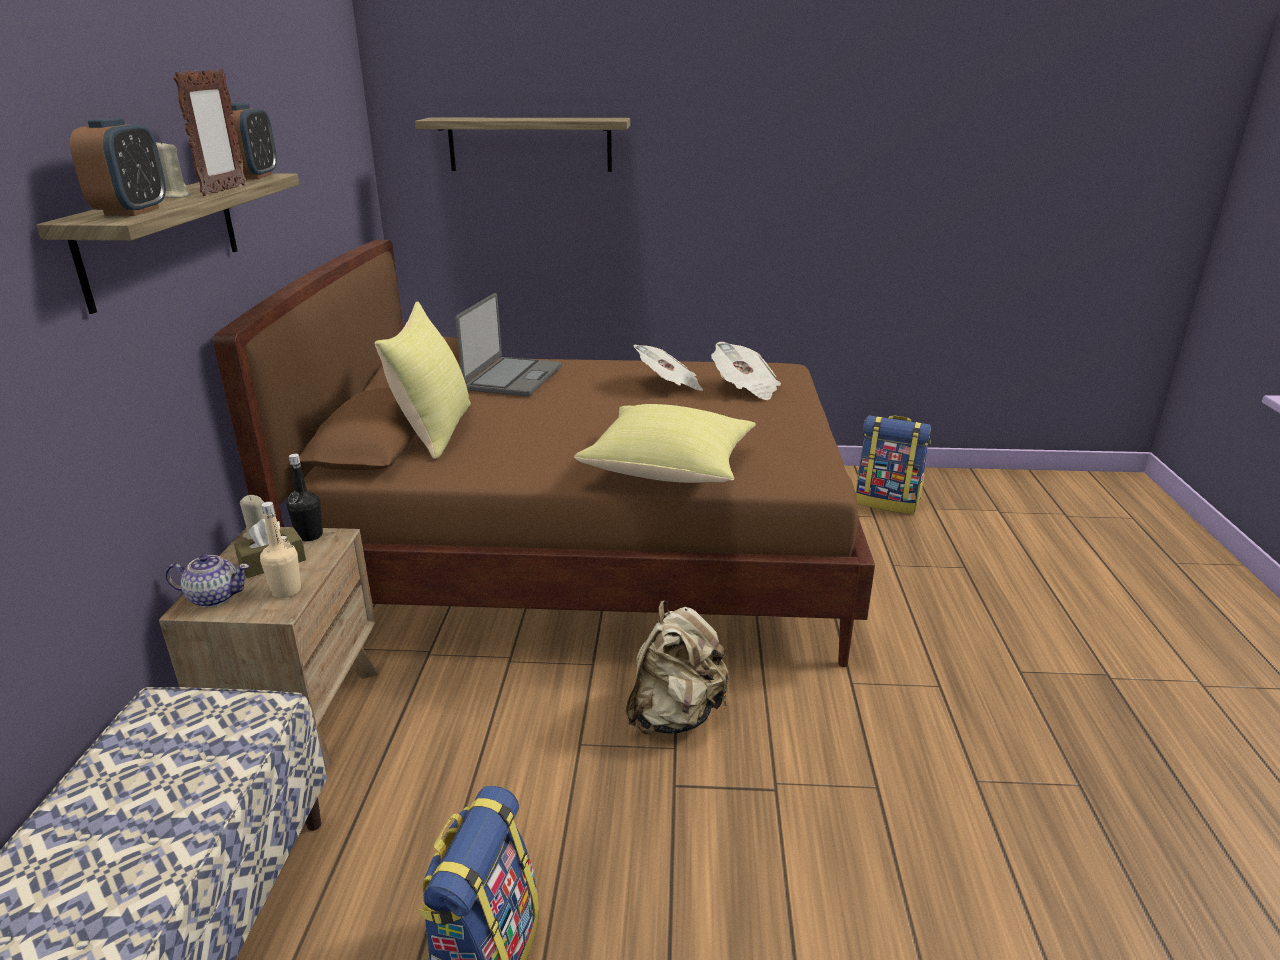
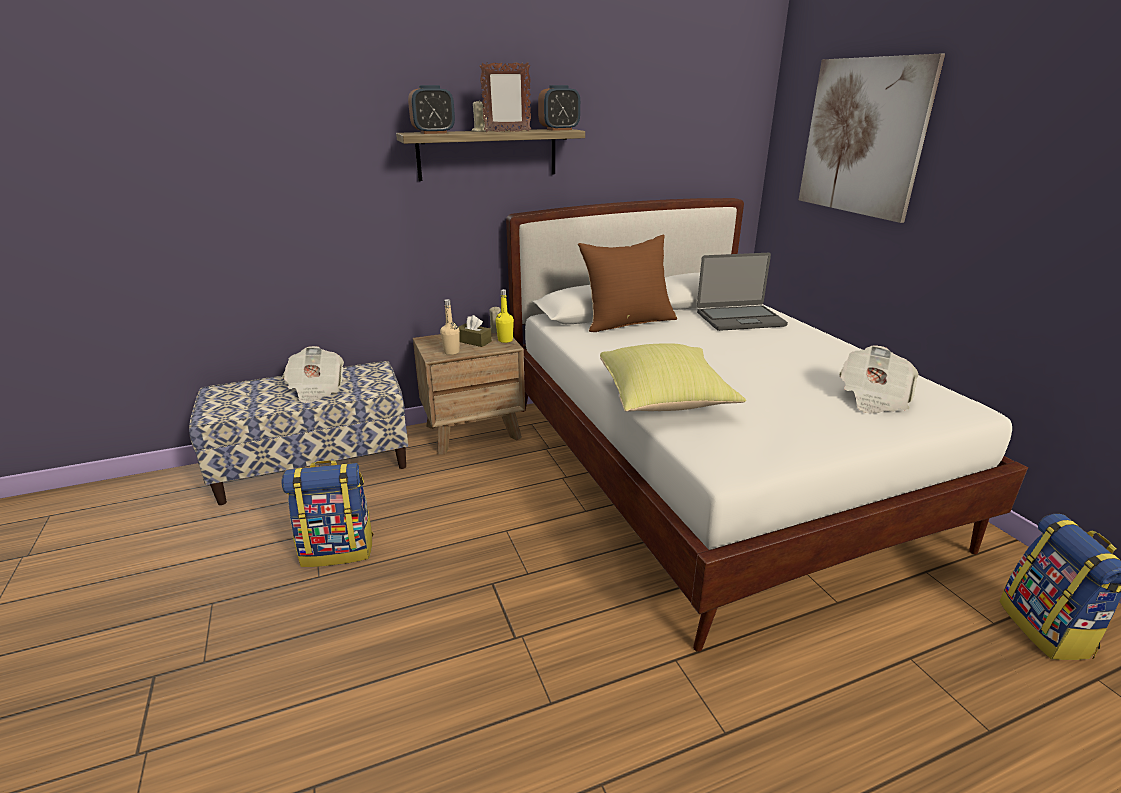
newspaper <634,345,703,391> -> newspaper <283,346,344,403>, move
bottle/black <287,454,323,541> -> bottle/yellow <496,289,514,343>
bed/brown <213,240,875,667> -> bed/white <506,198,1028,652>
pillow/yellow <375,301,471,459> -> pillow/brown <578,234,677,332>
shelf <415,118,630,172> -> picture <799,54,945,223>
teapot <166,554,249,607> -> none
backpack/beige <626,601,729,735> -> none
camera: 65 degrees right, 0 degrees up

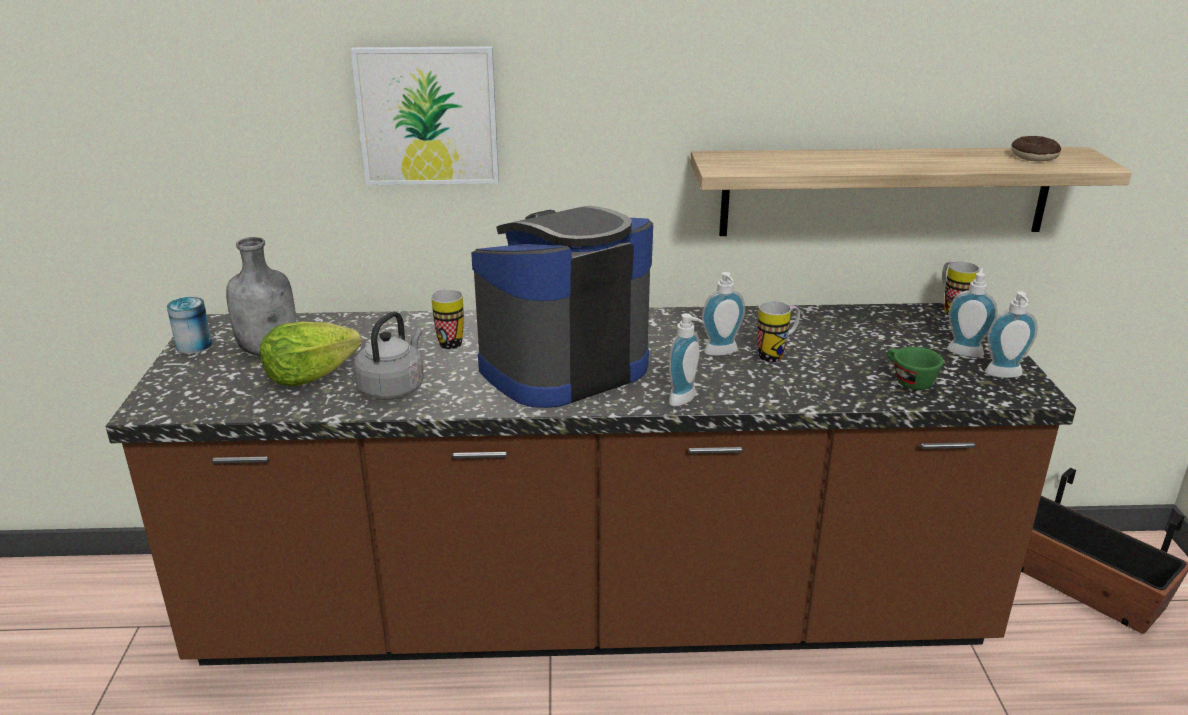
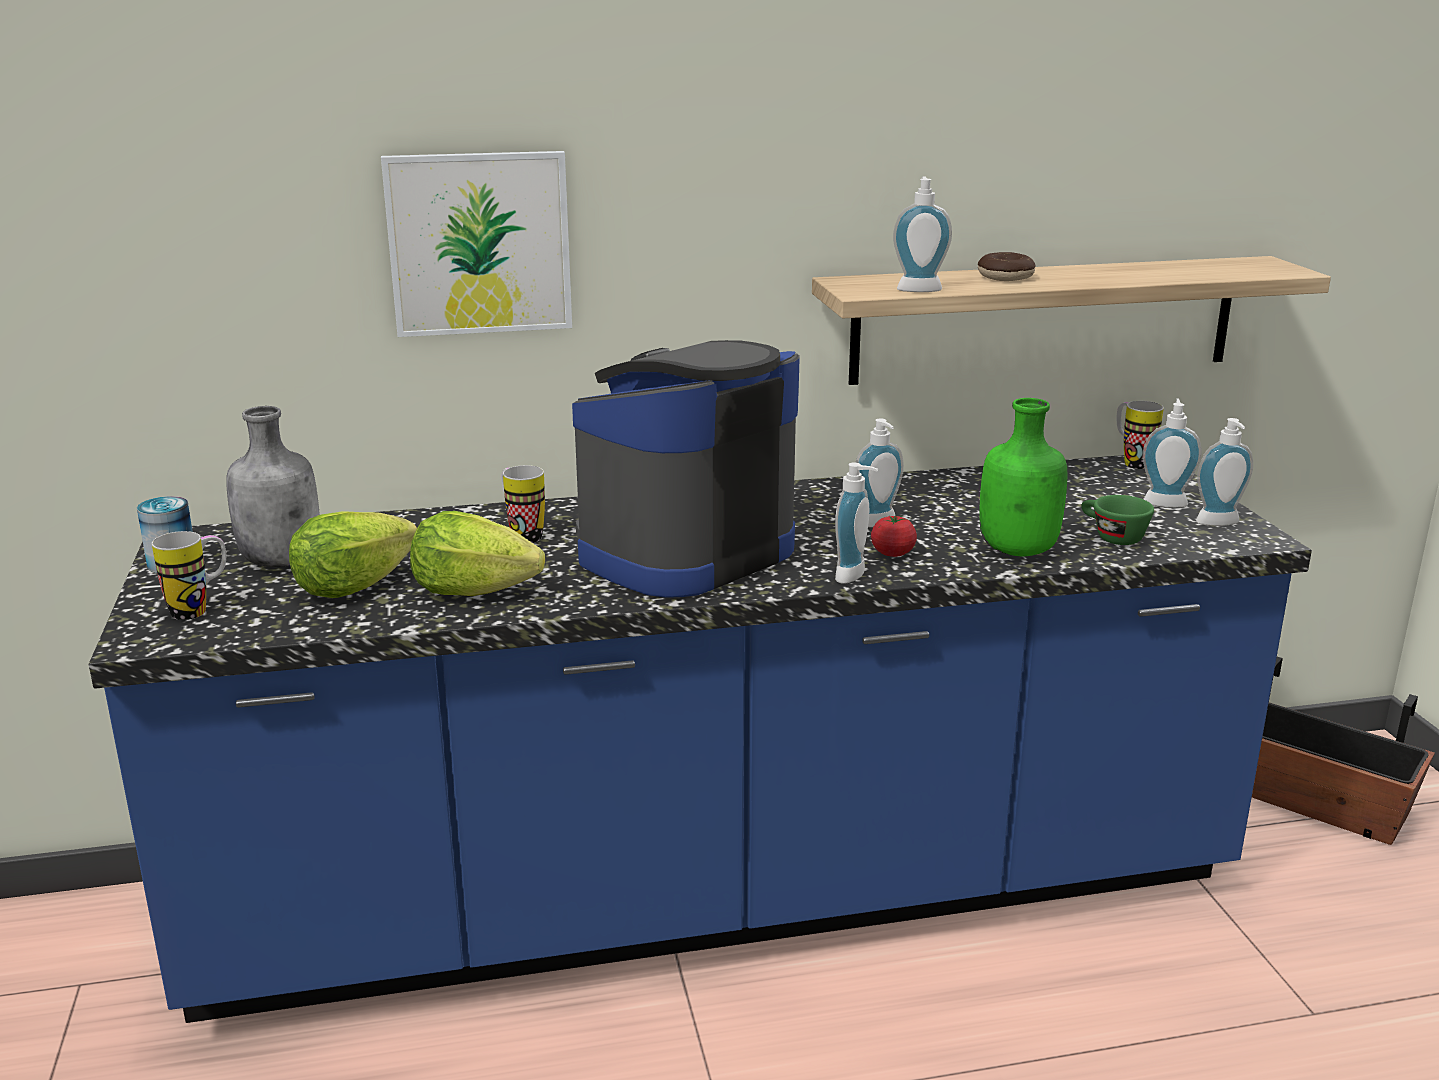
counter/brown <106,303,1076,665> -> counter/blue <89,455,1312,1023>
mug <757,301,800,362> -> mug <152,531,226,620>, move
kettle/grey <354,311,424,400> -> lettuce <410,511,545,596>
none -> tomato <871,515,917,557>
none -> soap dispenser <893,176,952,292>
donut <1011,136,1061,161> -> donut <978,252,1036,281>, move
none -> bottle/green <979,398,1067,556>
camera: 10 degrees left, 5 degrees down

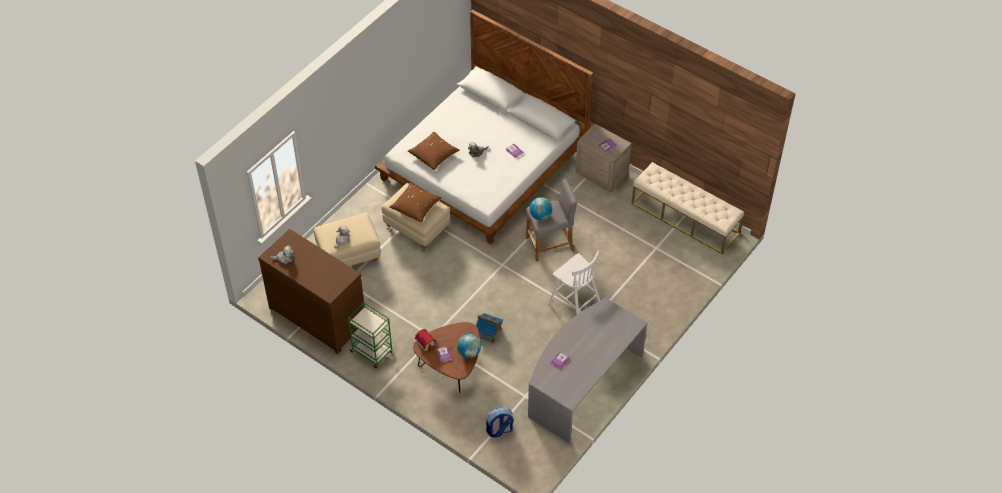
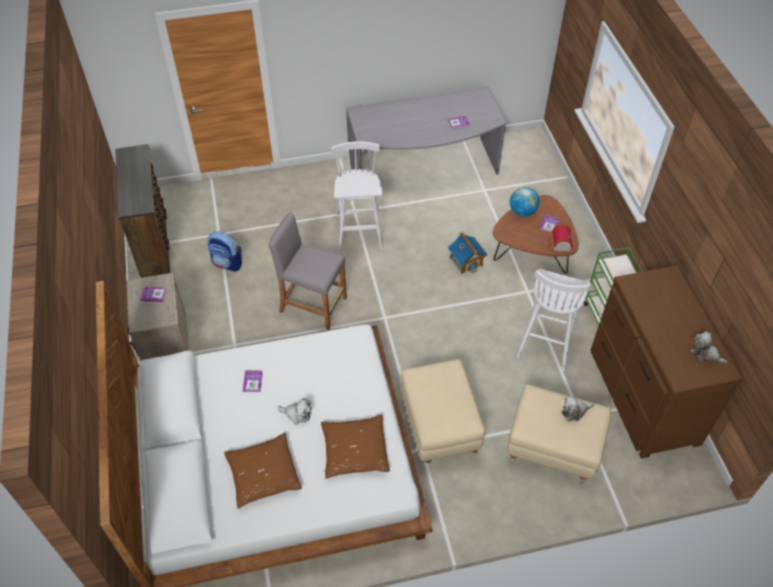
bench/beige <631,162,744,254> -> dresser/brown <115,144,170,278>
backpack <486,407,513,438> -> backpack <207,232,242,272>, move
pillow/brown <389,183,442,222> -> pillow/brown <224,433,302,508>, move
none -> stool/white <516,269,591,371>
globe <530,197,552,220> -> none
camera: 140 degrees left, 0 degrees up

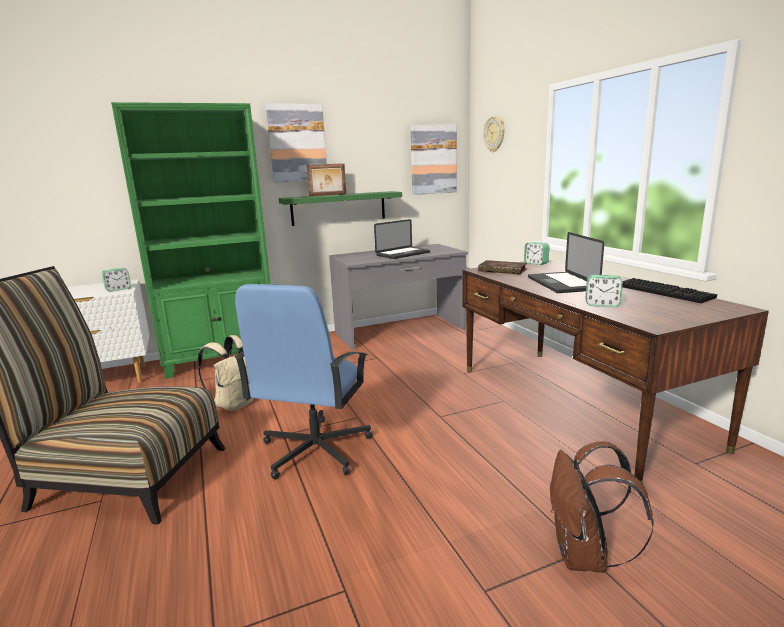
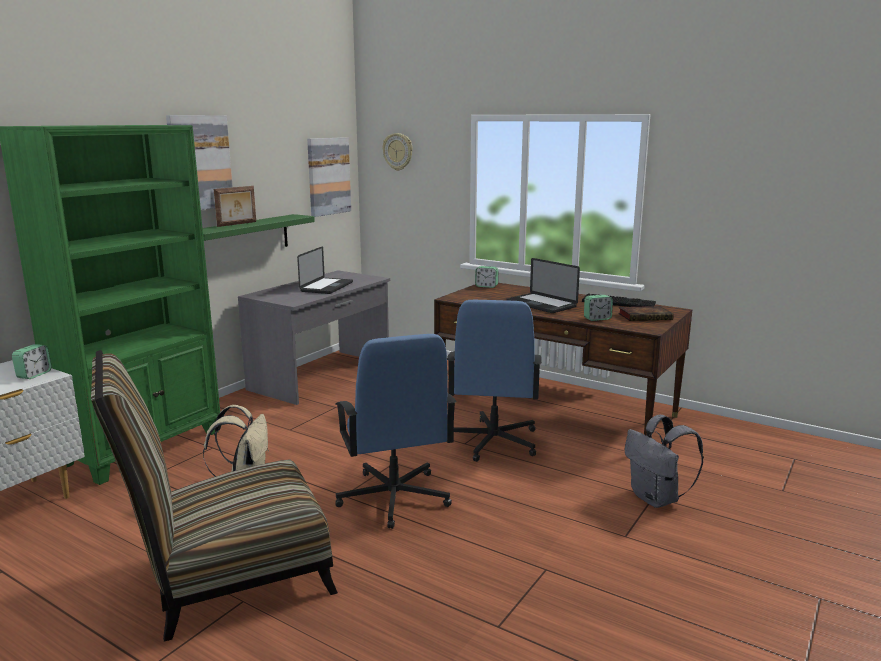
none -> office chair/blue <447,300,542,462>
book <478,260,527,274> -> book <618,306,674,321>, move
backpack/brown <550,441,654,573> -> backpack/grey <625,415,704,508>
camera: 35 degrees left, 0 degrees up

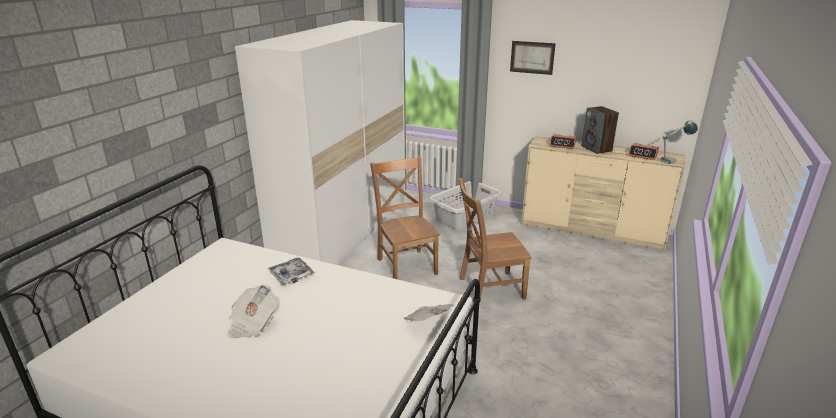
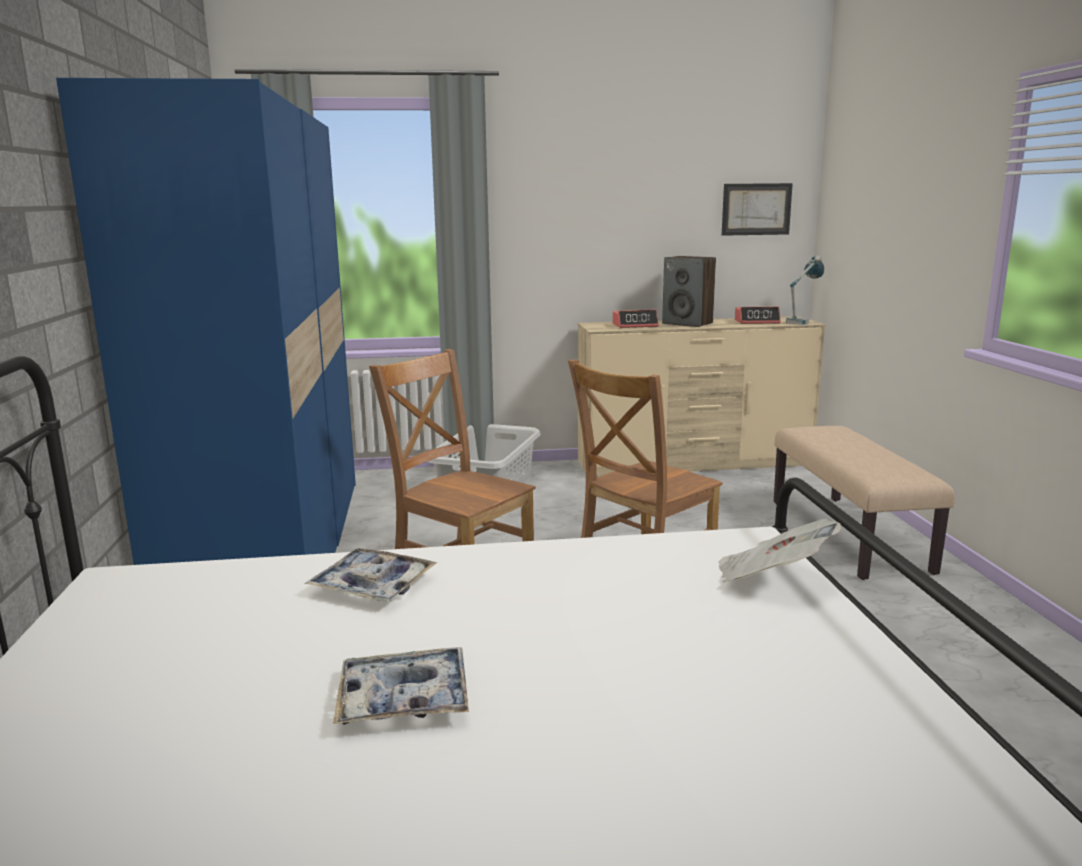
wardrobe/white <235,20,405,265> -> wardrobe/blue <56,78,356,565>
newspaper <227,285,279,338> -> tray <333,647,469,724>
picture <510,41,556,75> -> picture <722,183,793,236>, move
none -> bench/beige <774,426,955,580>
camera: 30 degrees left, 10 degrees down

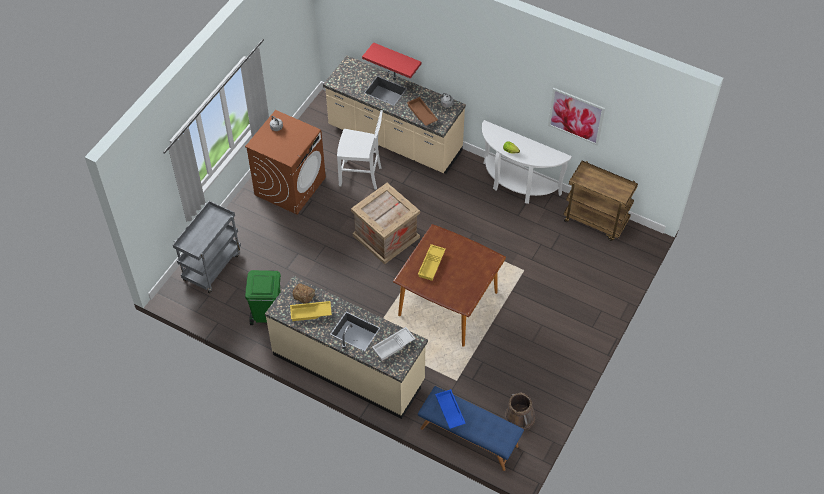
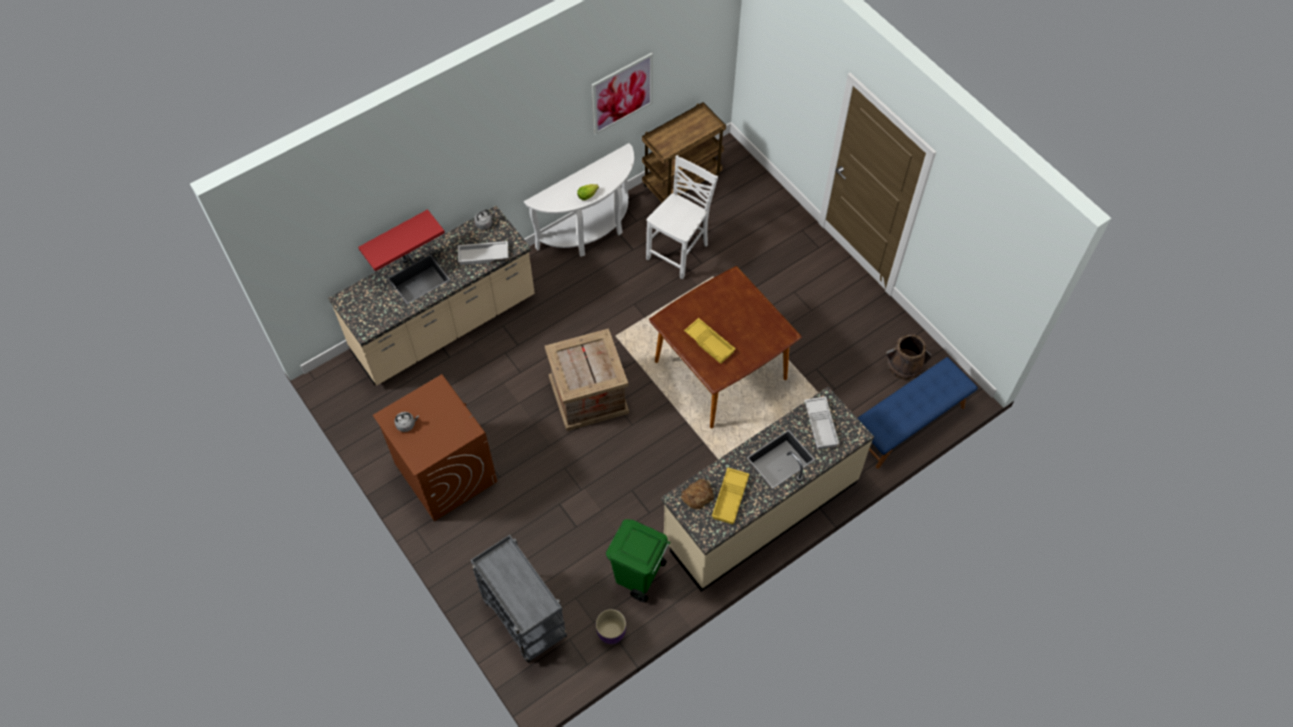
tray/brown <407,97,438,126> -> tray/white <458,241,509,265>
none -> planter/purple <596,609,626,644>
chair/white <337,110,383,190> -> chair/white <646,155,718,280>, move
tray/blue <435,389,466,429> -> none
camera: 65 degrees left, 5 degrees up

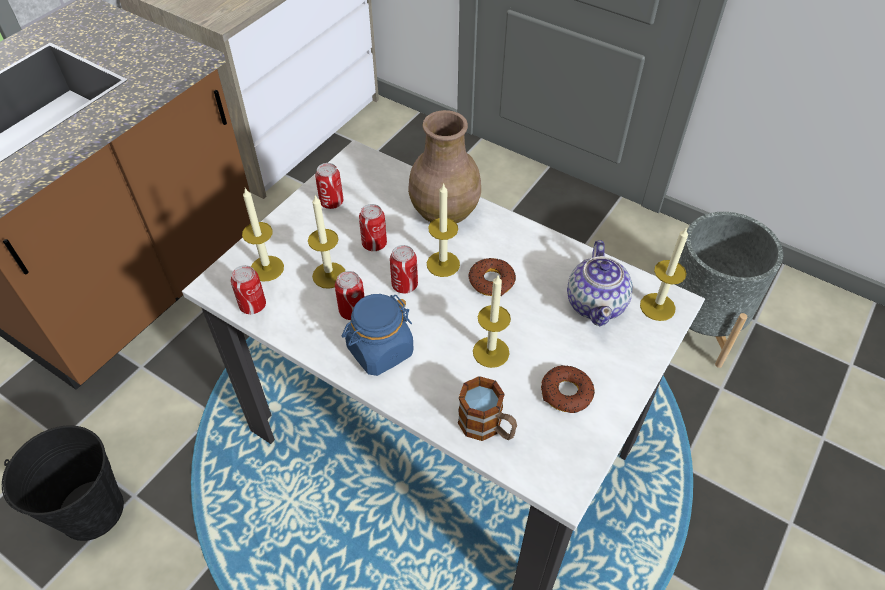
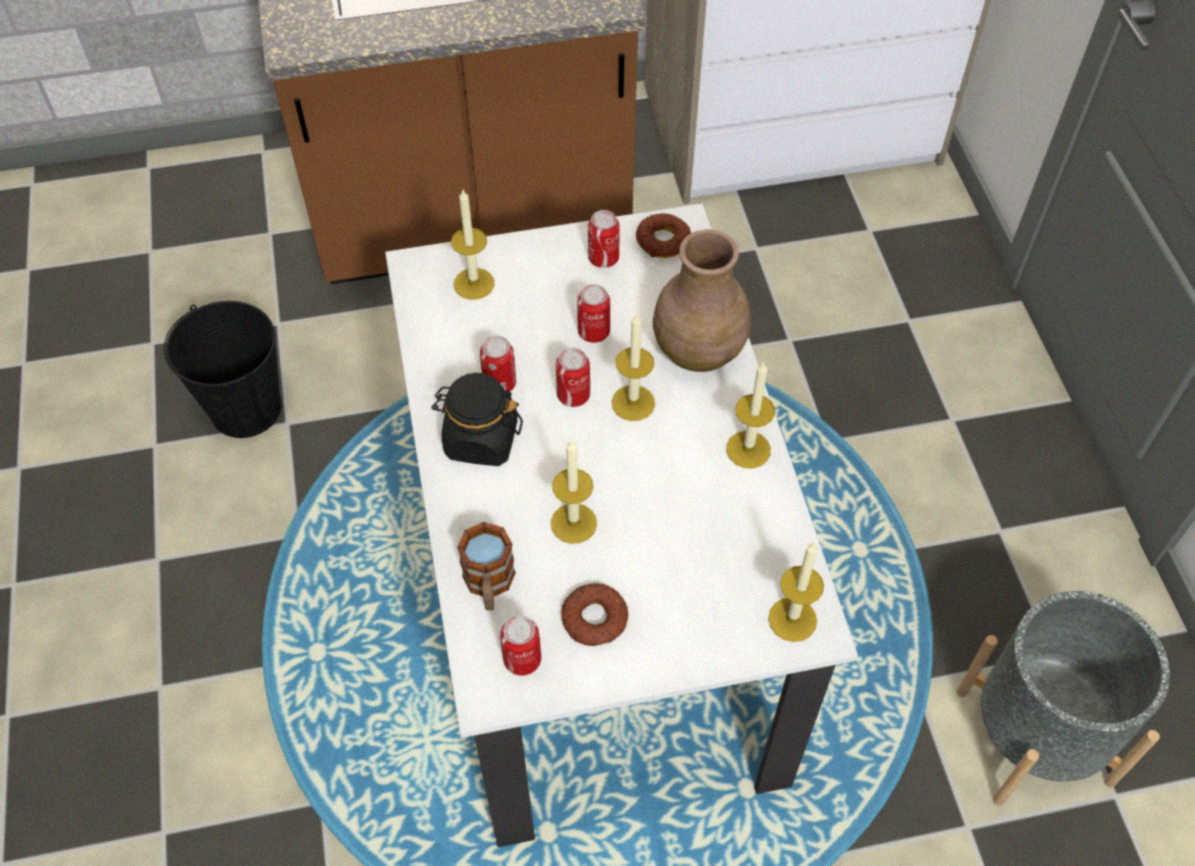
jar/blue <342,294,413,376> -> jar/black <431,373,523,466>
can <231,265,266,314> -> can <500,615,541,676>, move
donut <469,258,516,296> -> donut <636,213,691,258>, move
candle <308,195,345,289> -> candle <726,362,775,468>, move
teapot <567,240,633,326> -> none
camera: 45 degrees right, 5 degrees up

